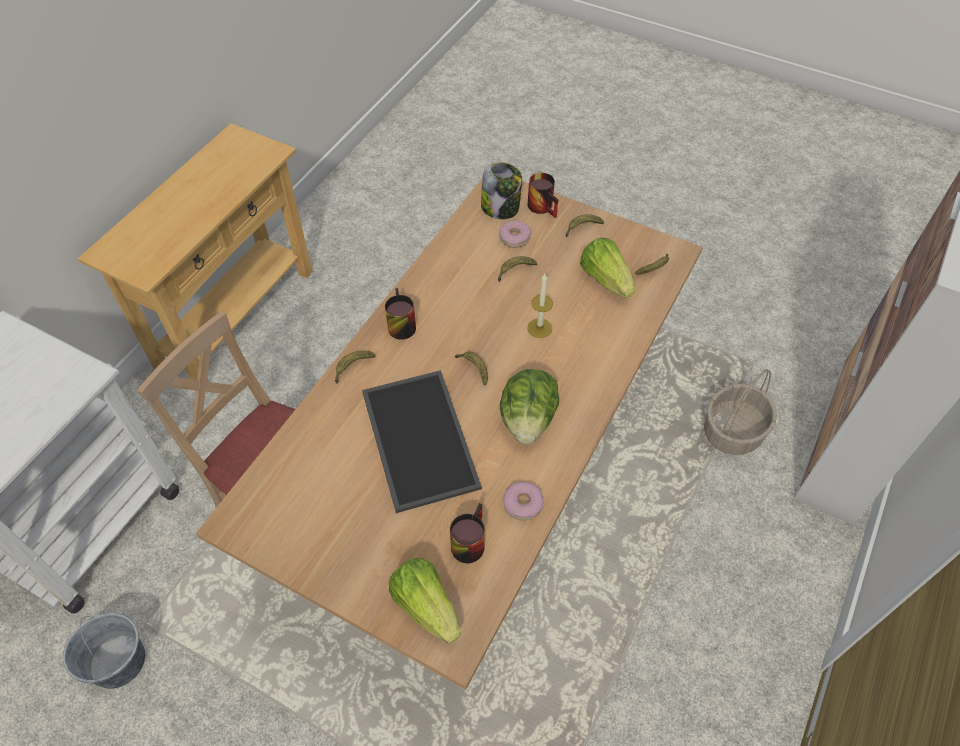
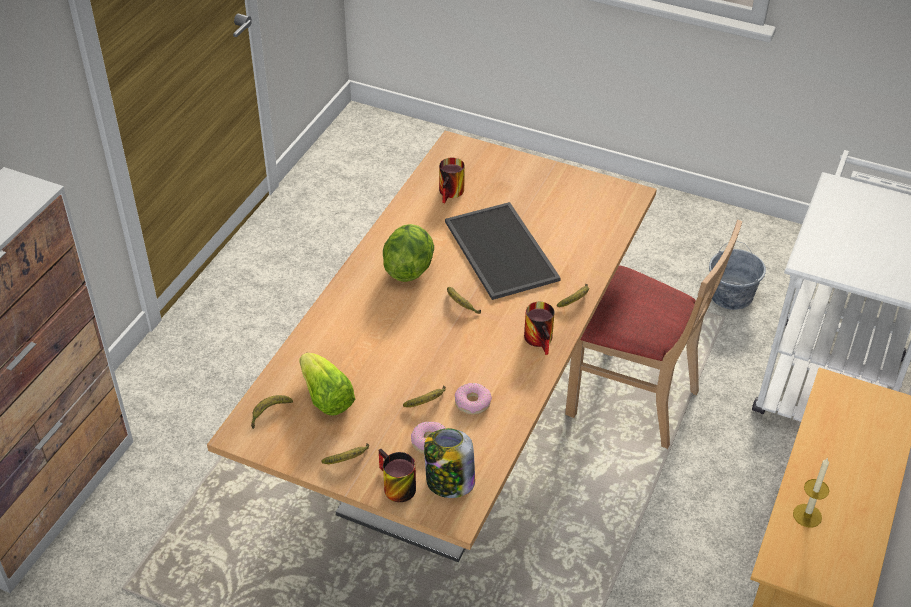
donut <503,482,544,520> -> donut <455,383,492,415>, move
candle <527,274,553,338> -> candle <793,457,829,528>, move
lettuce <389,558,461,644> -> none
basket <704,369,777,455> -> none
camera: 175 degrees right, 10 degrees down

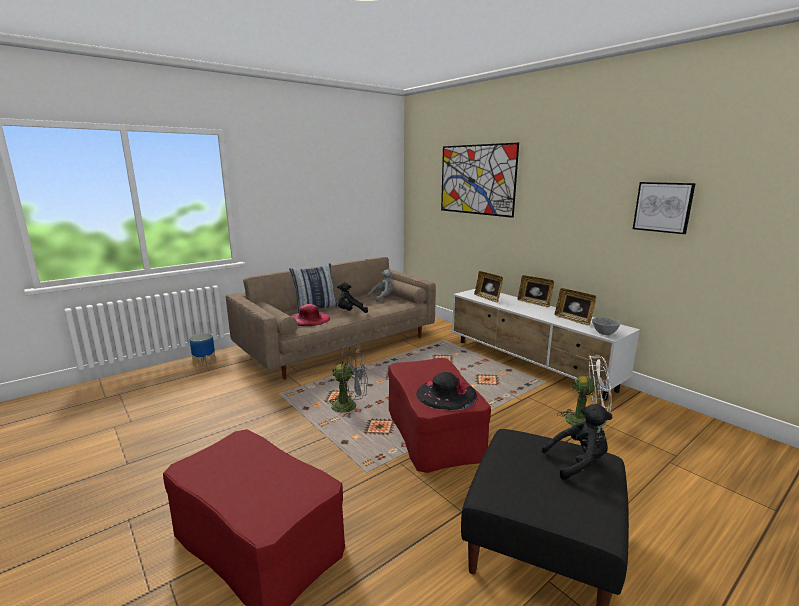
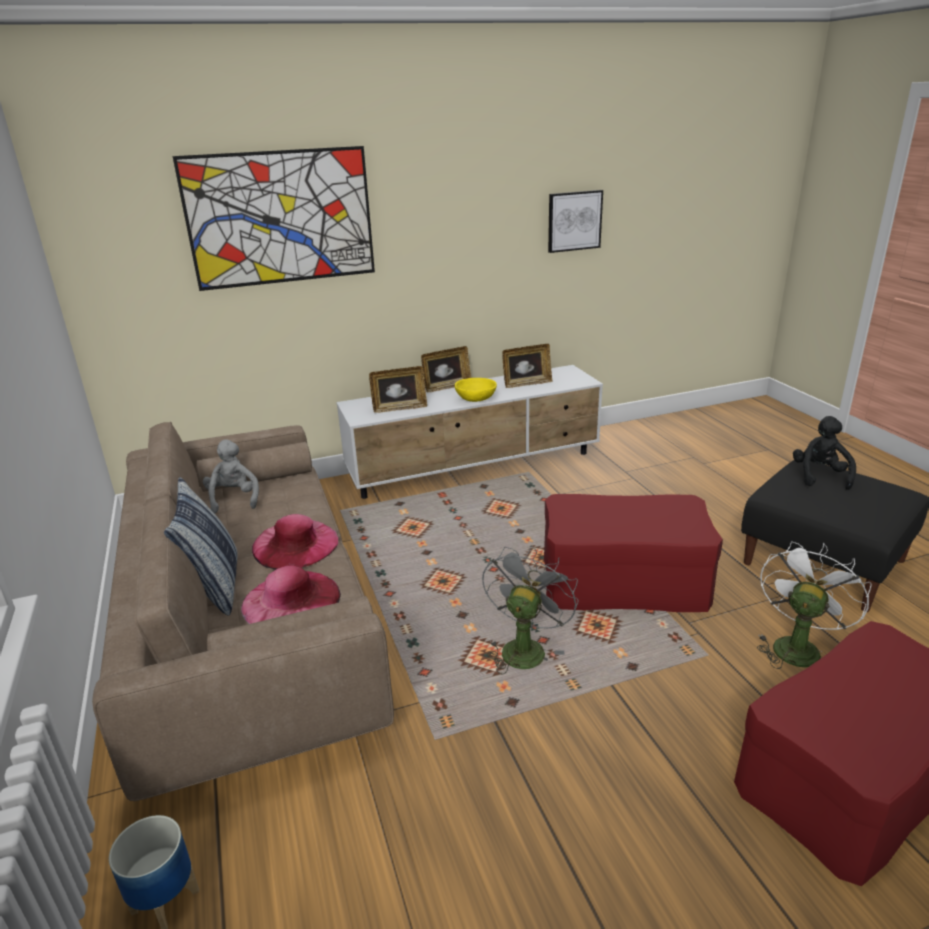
plush toy/black <337,282,368,313> -> hat/pink <252,514,338,569>
none -> bowl/yellow <455,378,497,402>
fan/white <557,356,612,425> -> fan/white <757,541,872,669>, move
hat/black <416,372,478,411> -> none
bowl/grey <592,317,621,335> -> none
camera: 70 degrees left, 10 degrees up

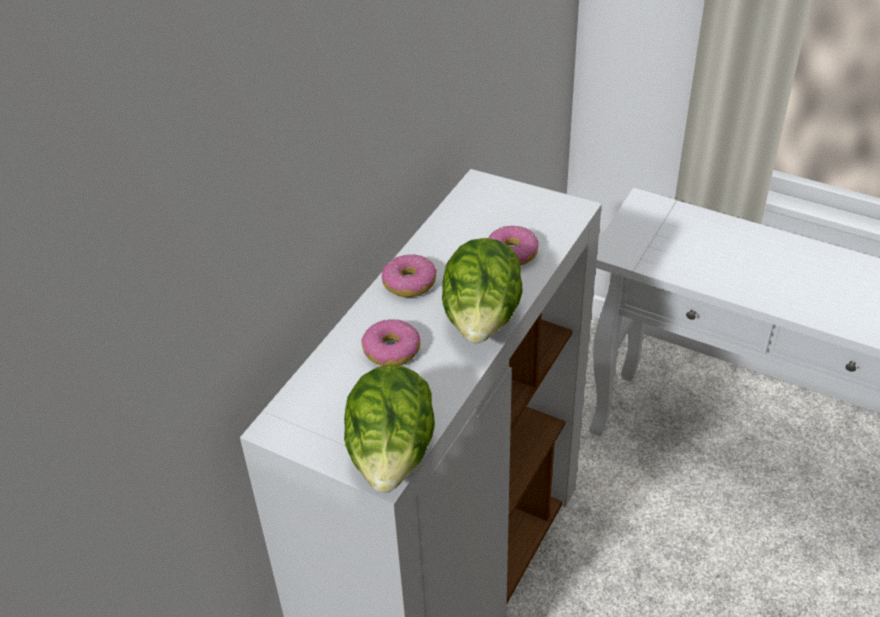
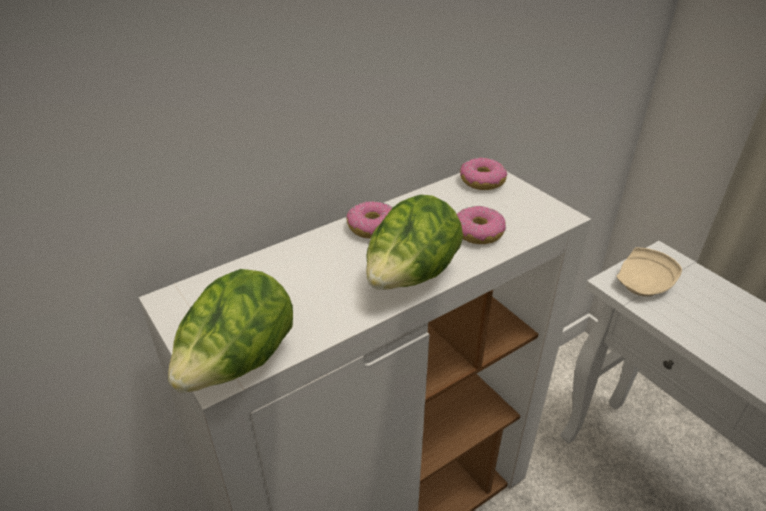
donut <361,319,420,366> -> donut <460,158,507,190>, move
none -> plate/beige <617,247,682,297>
camera: 25 degrees right, 5 degrees down

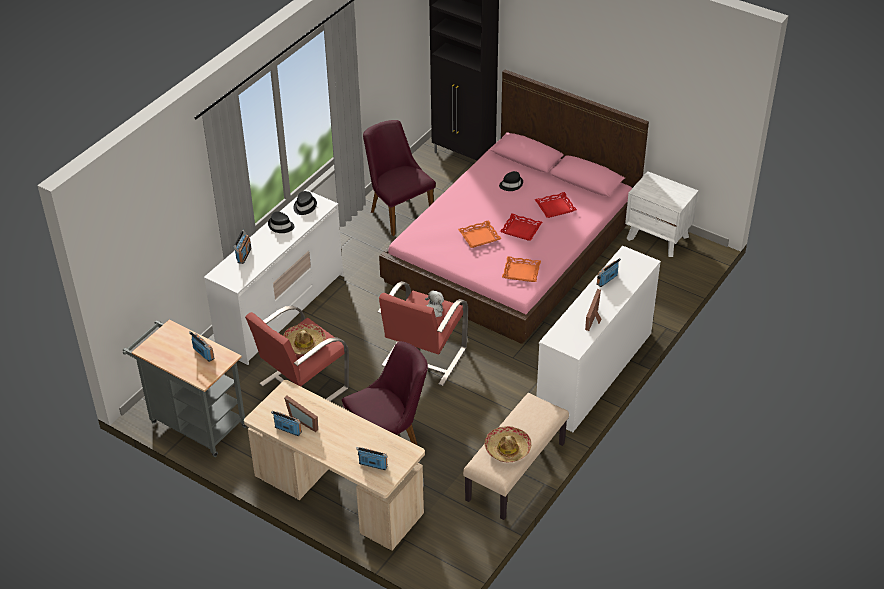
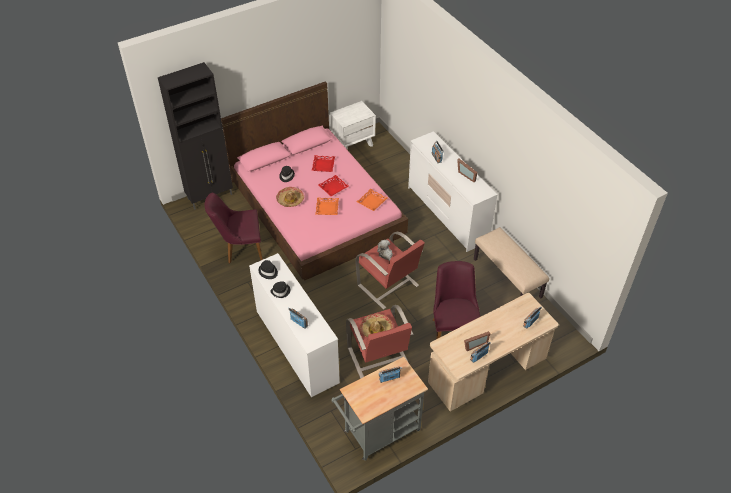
hat <485,426,531,462> -> hat <276,187,304,207>, move
camera: 65 degrees left, 5 degrees up

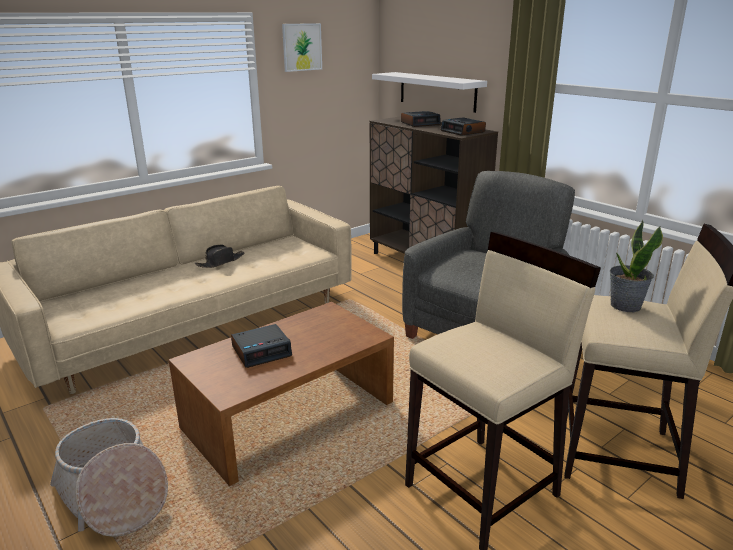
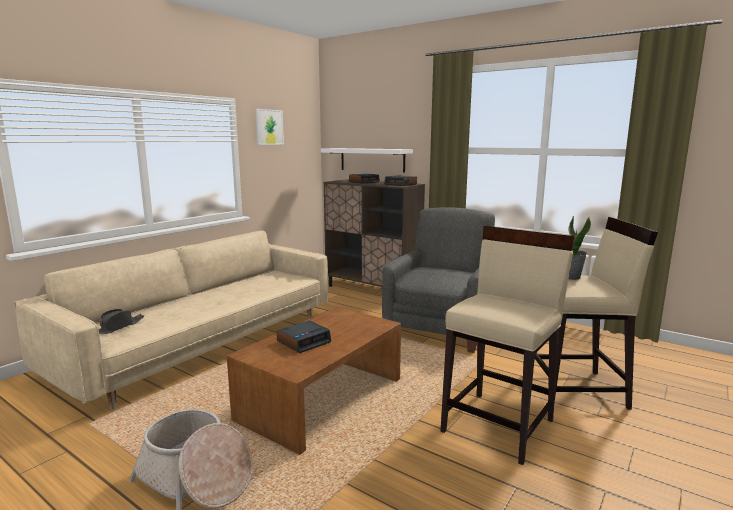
hat/black <195,244,244,268> -> hat/black <98,309,144,334>, move
camera: 15 degrees left, 10 degrees down

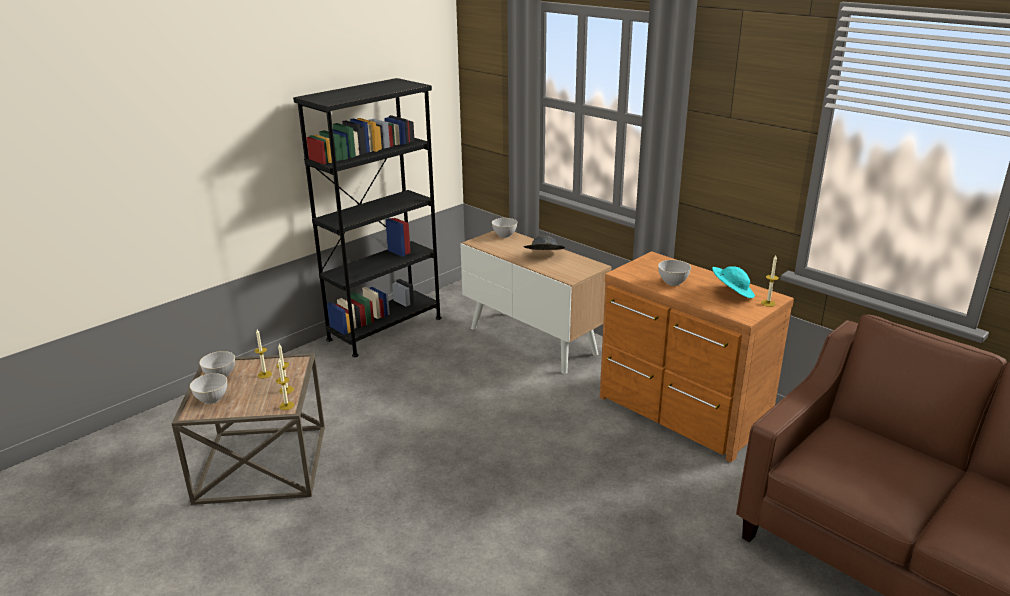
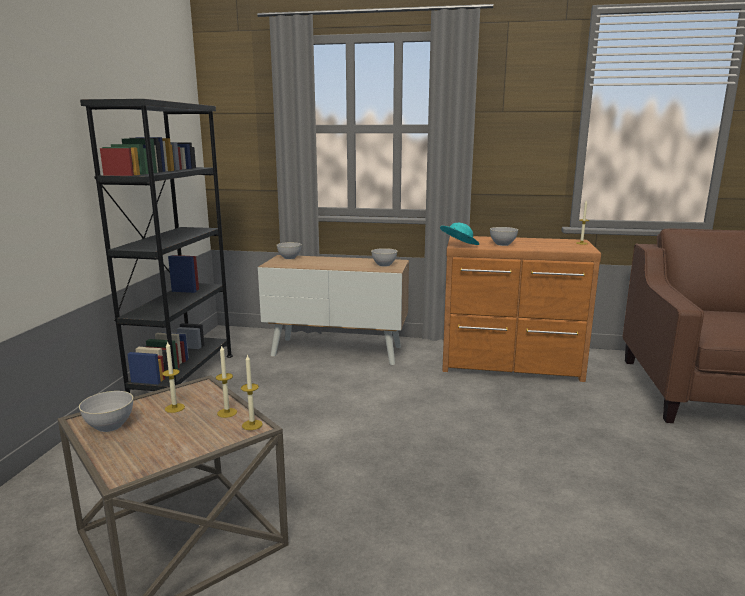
bowl/grey <190,373,227,404> -> bowl/grey <371,248,397,267>, move
hat/turquoise <712,266,755,298> -> hat/turquoise <440,223,479,245>, move
hat/grey <524,235,565,250> -> none
camera: 35 degrees left, 10 degrees down

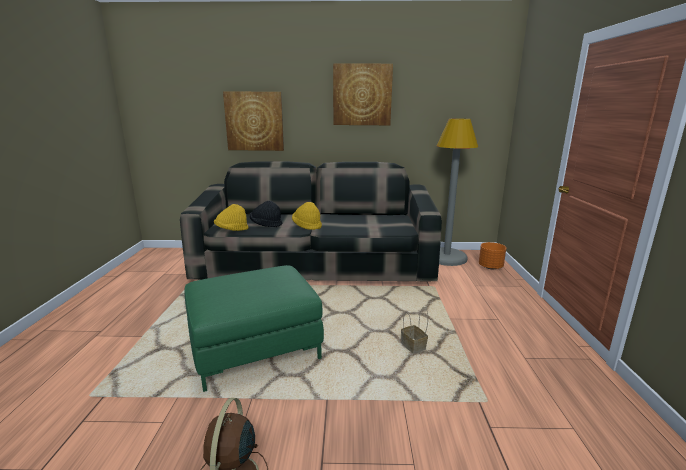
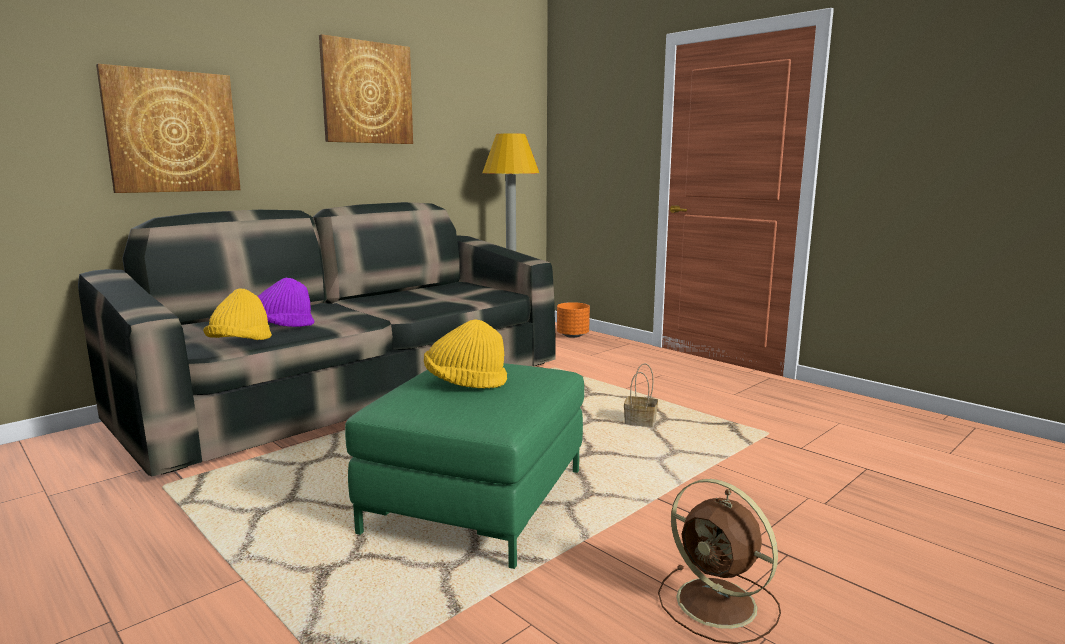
hat/black <250,201,282,227> -> hat/purple <258,278,314,327>
hat/yellow <292,202,322,230> -> hat/yellow <424,319,507,389>, move
camera: 45 degrees left, 5 degrees down

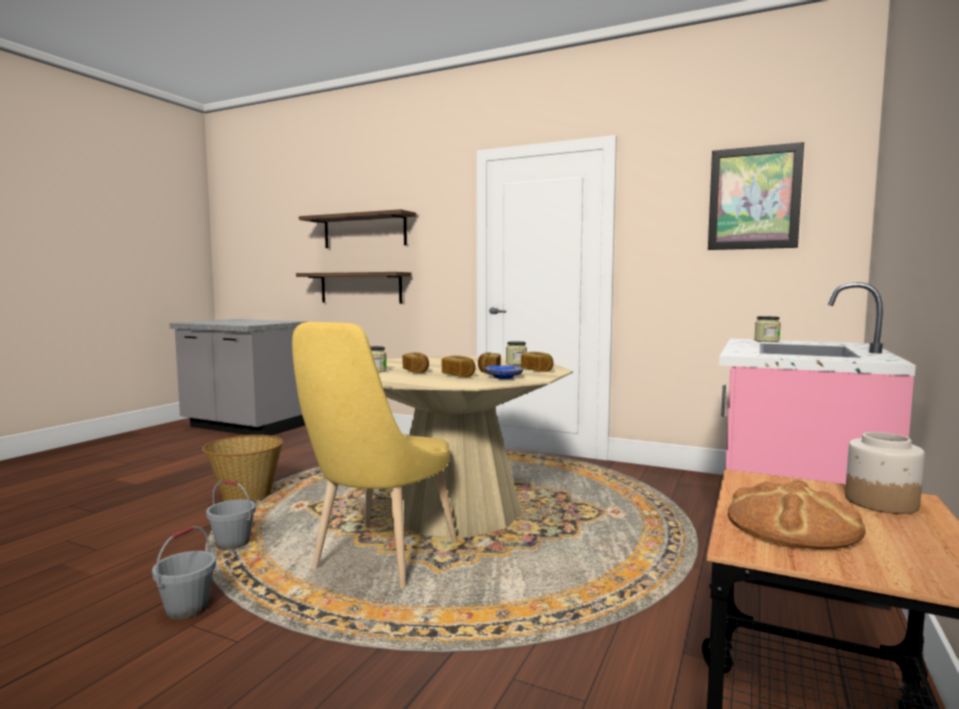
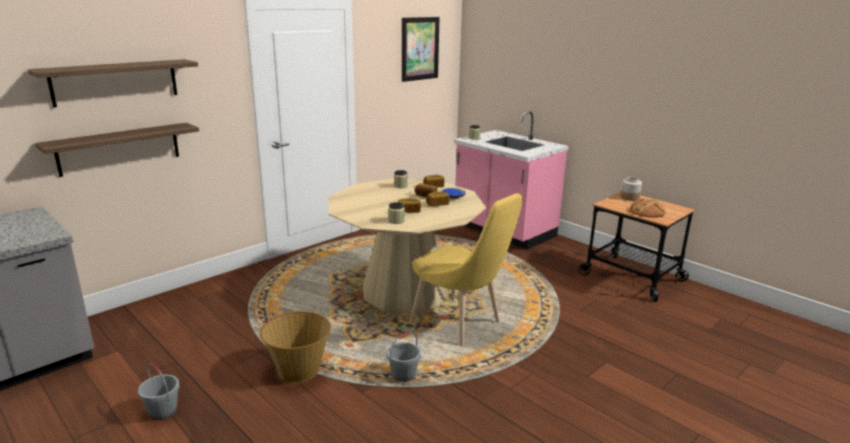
bucket/grey <152,526,216,620> -> bucket/grey <138,364,180,420>, move
camera: 70 degrees left, 15 degrees up

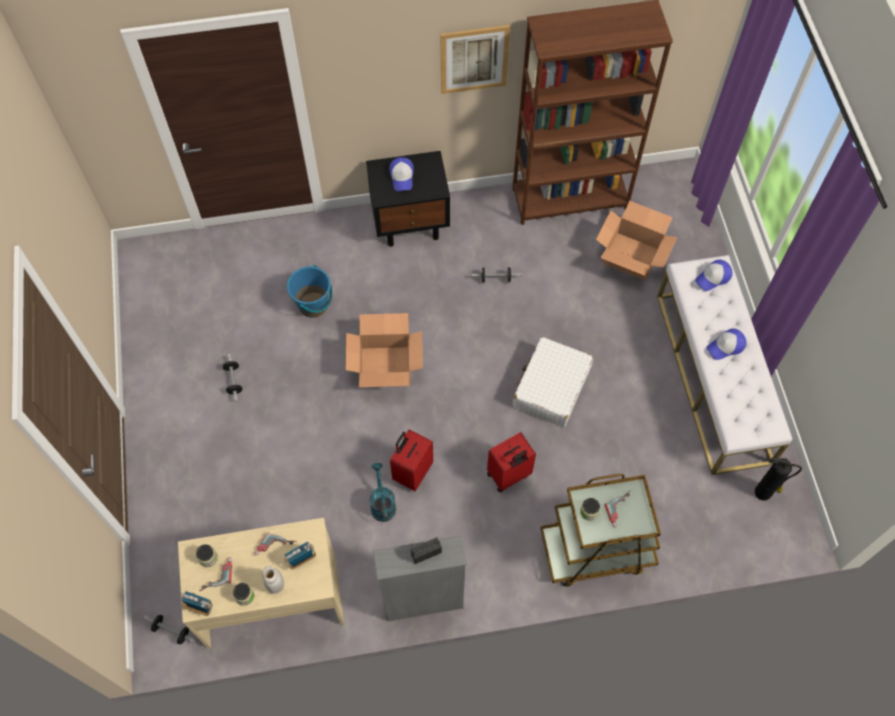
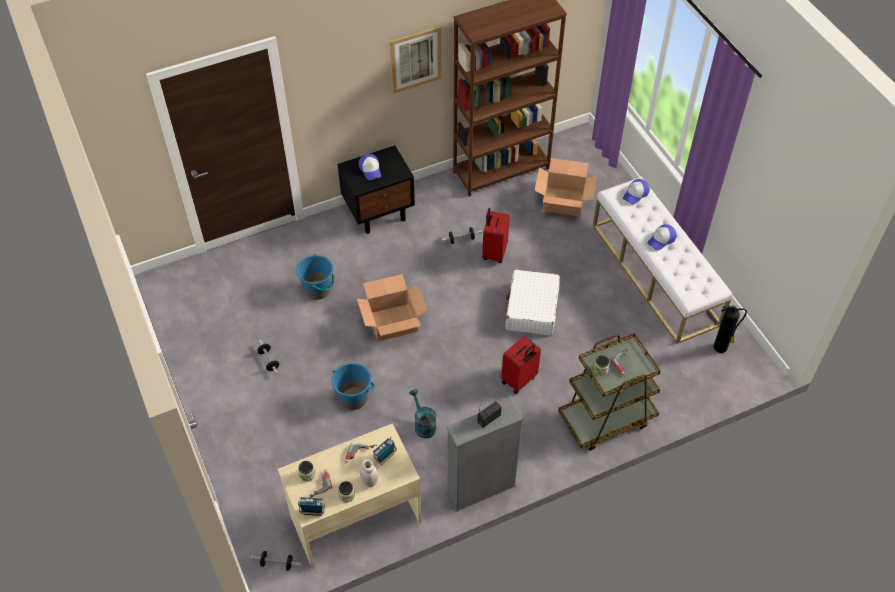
none -> bucket/blue <331,363,375,410>
suitcase/red <390,429,433,491> -> suitcase/red <482,208,510,263>, move
camera: 15 degrees left, 10 degrees down

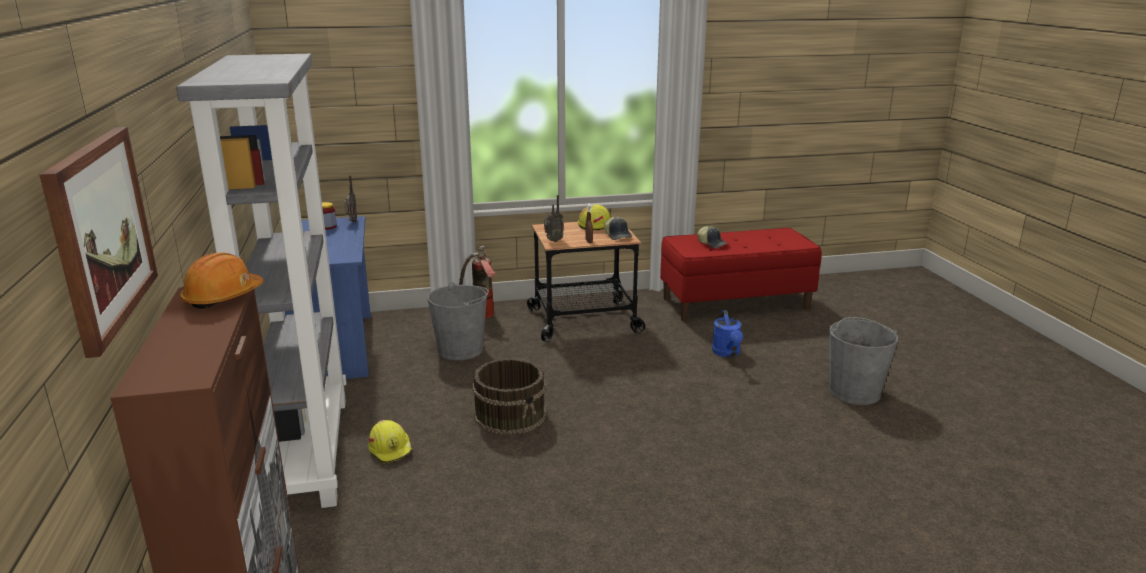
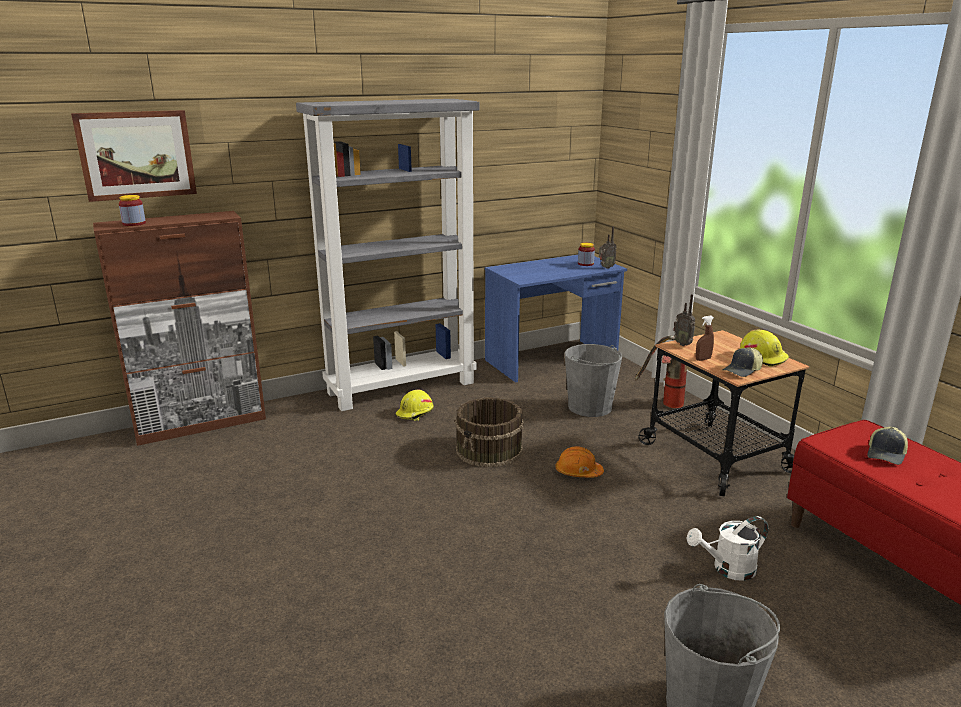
none -> jar <119,195,146,226>
hard hat/orange <180,252,264,309> -> hard hat/orange <555,446,604,478>, move
watering can/blue <712,310,743,357> -> watering can/white <686,516,768,581>
camera: 75 degrees right, 0 degrees up

